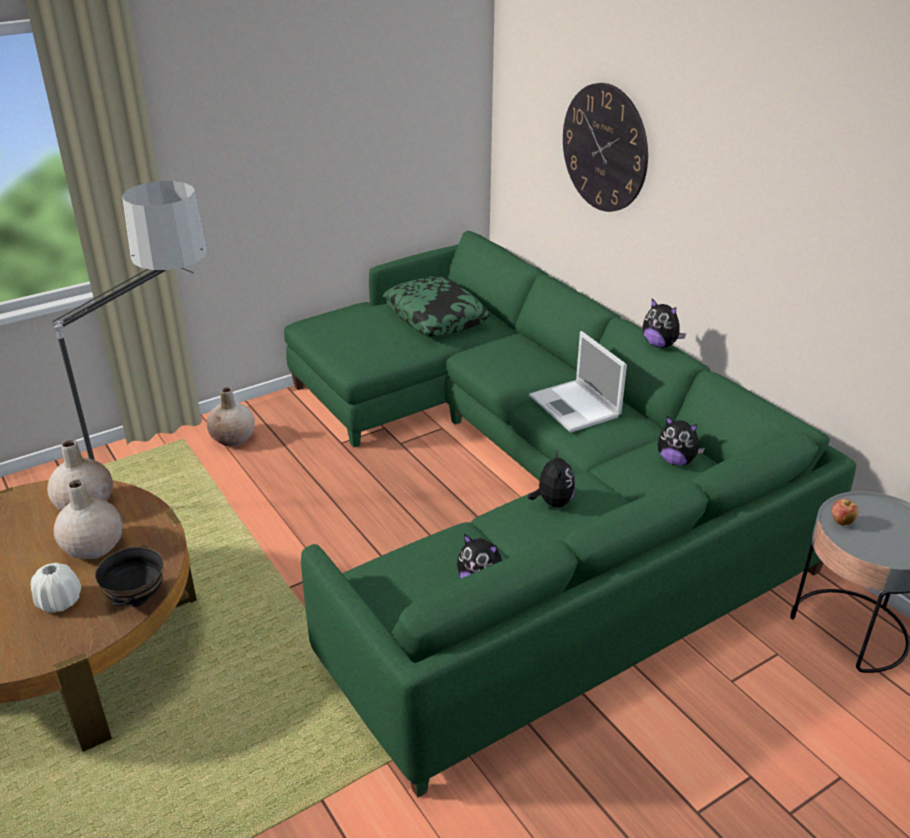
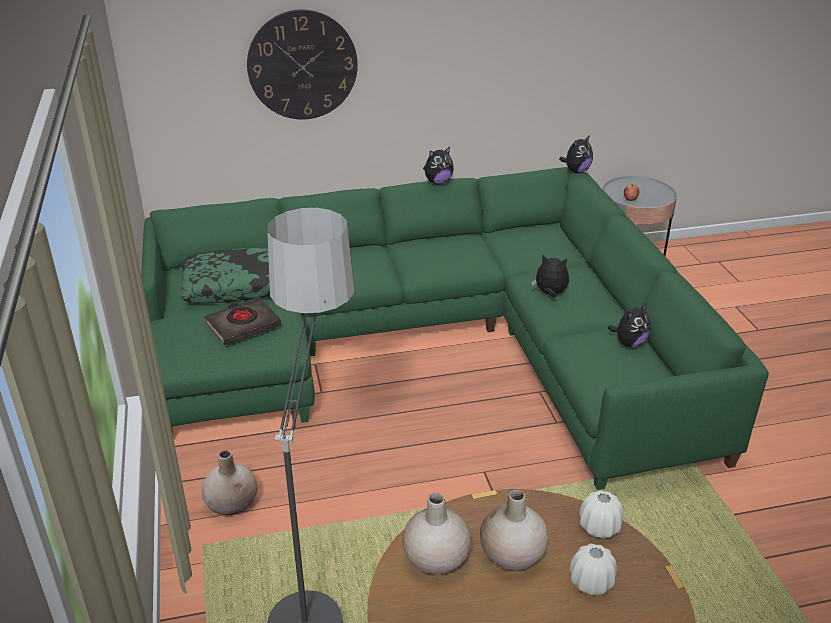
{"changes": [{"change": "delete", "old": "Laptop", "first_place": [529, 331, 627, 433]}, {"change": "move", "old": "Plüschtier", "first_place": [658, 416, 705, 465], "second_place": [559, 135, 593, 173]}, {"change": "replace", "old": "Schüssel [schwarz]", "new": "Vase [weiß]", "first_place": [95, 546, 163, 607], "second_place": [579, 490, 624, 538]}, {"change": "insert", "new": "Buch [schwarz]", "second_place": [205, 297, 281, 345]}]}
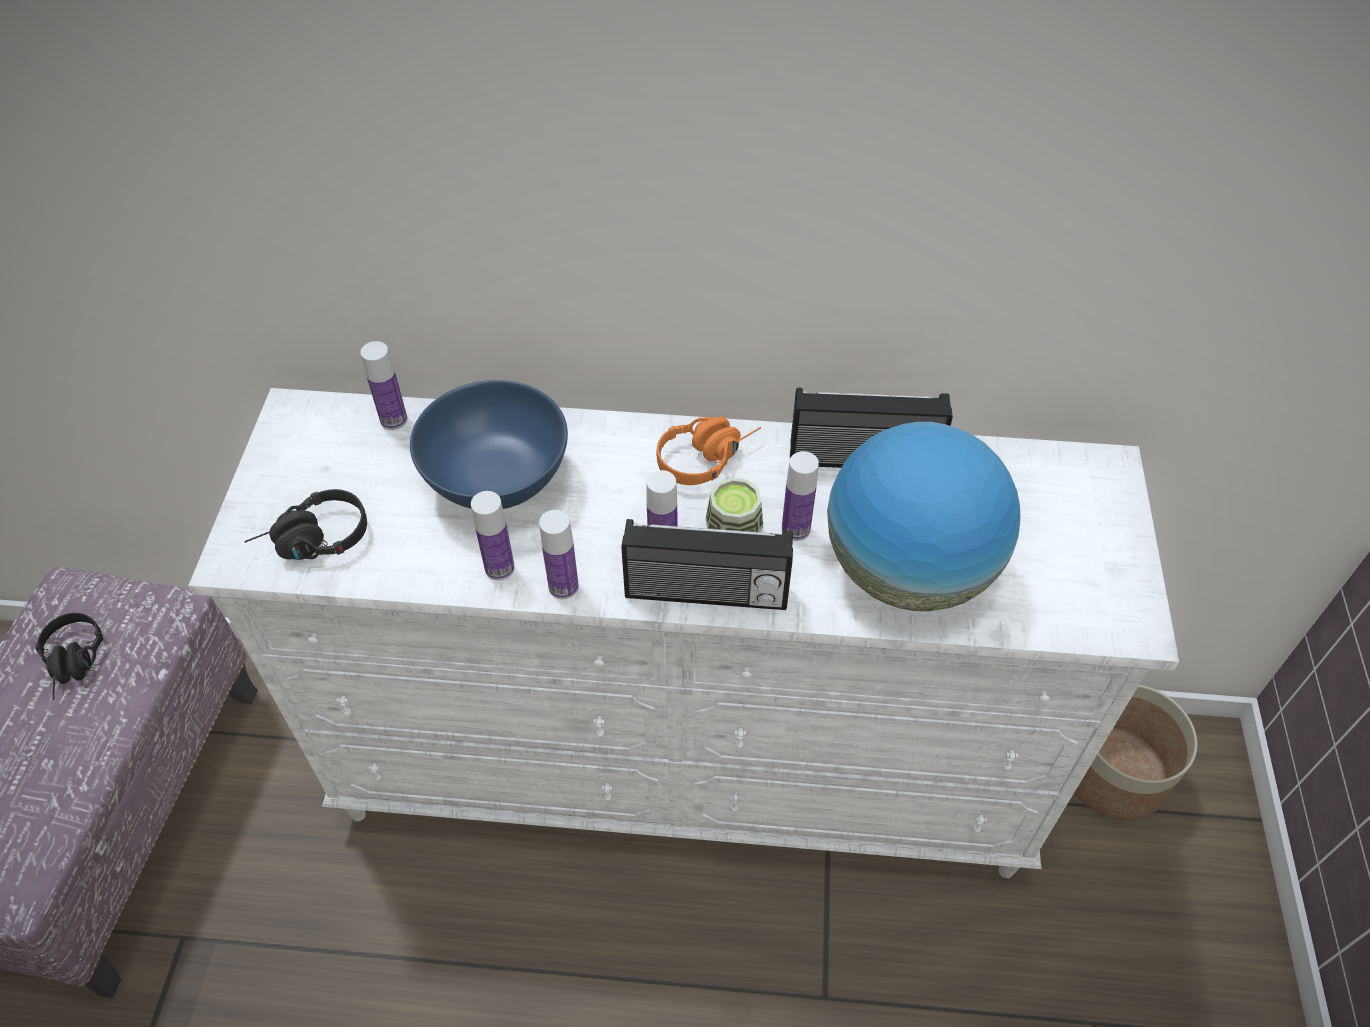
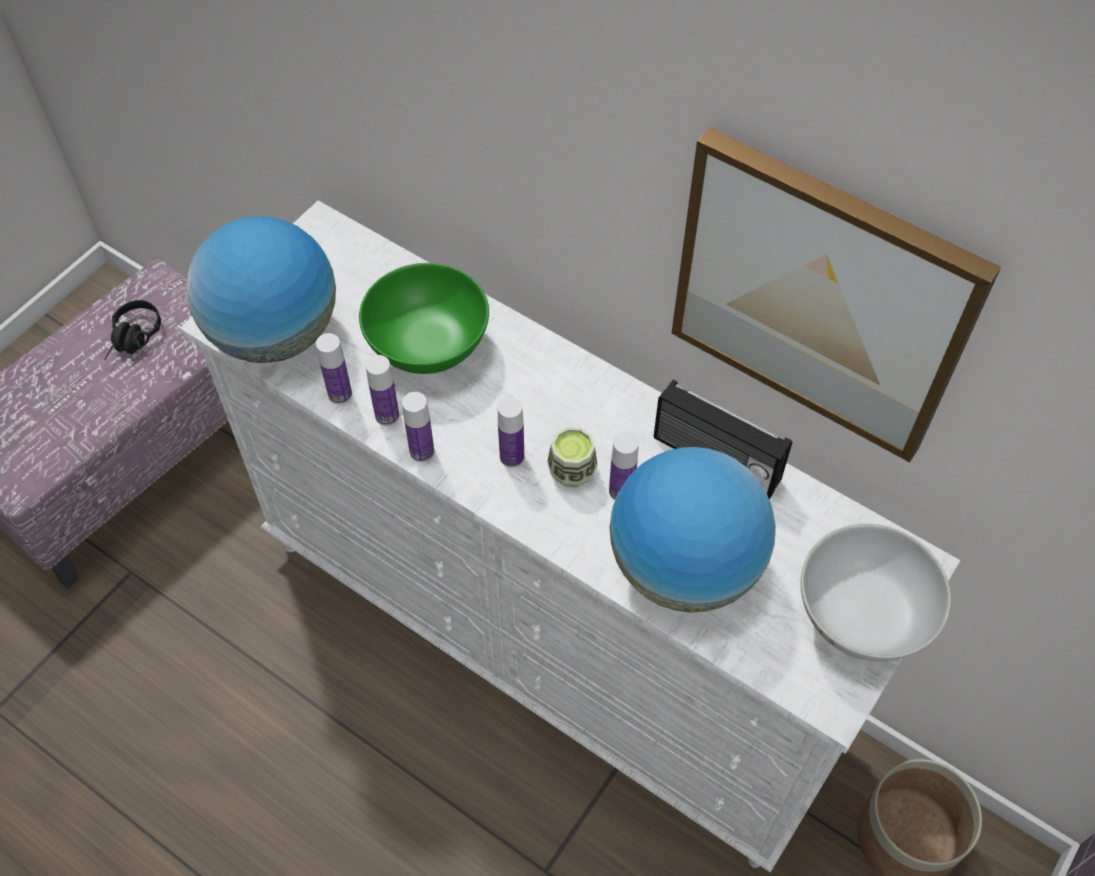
{"changes": [{"change": "move", "old": "Flasche", "first_place": [360, 341, 407, 430], "second_place": [316, 333, 352, 404]}, {"change": "recolor", "old": "Schüssel [blau]", "new": "Schüssel [grün]", "first_place": [410, 380, 568, 509], "second_place": [359, 263, 489, 374]}, {"change": "delete", "old": "Kopfhörer [orange]", "first_place": [656, 416, 761, 485]}, {"change": "replace", "old": "Kopfhörer [schwarz]", "new": "Globus", "first_place": [244, 489, 367, 560], "second_place": [186, 216, 336, 363]}, {"change": "delete", "old": "Radio", "first_place": [622, 519, 793, 610]}, {"change": "insert", "new": "Bild", "second_place": [672, 127, 1001, 462]}, {"change": "insert", "new": "Schüssel [weiß]", "second_place": [801, 524, 951, 662]}]}
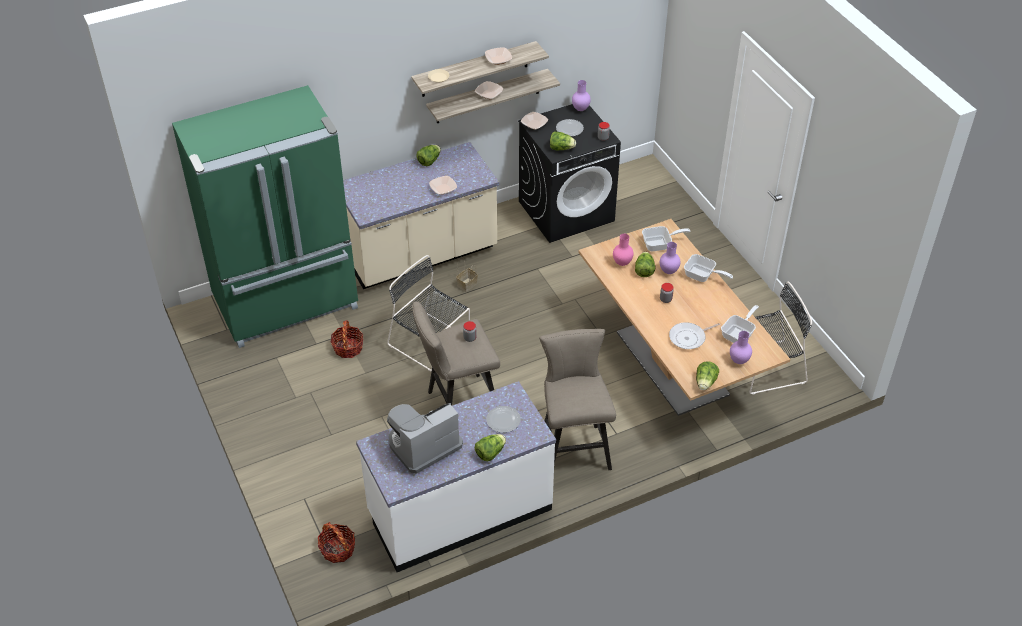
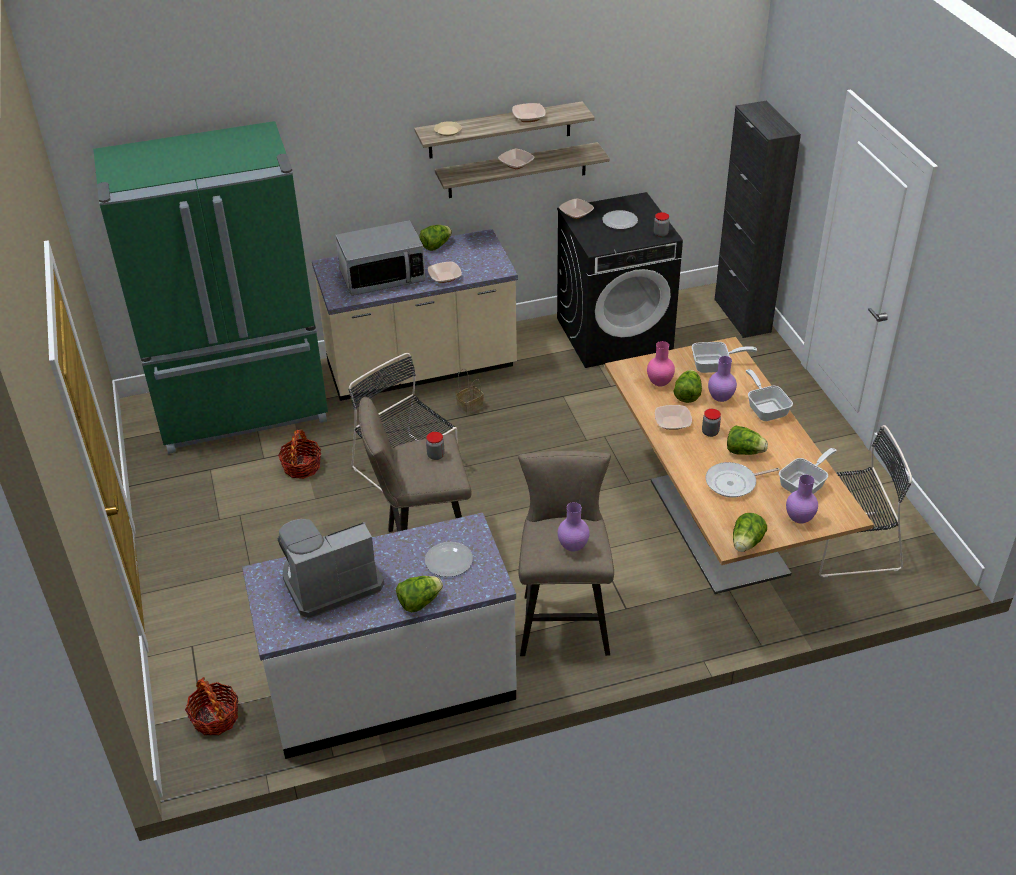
{"changes": [{"change": "move", "old": "Vase [lila]", "first_place": [572, 80, 591, 111], "second_place": [558, 502, 590, 552]}, {"change": "move", "old": "Salatkopf", "first_place": [550, 131, 576, 151], "second_place": [727, 425, 768, 455]}, {"change": "rotate", "old": "Pfanne", "first_place": [684, 254, 733, 282], "second_place": [746, 369, 793, 421], "degrees": -150}, {"change": "insert", "new": "Schrank [schwarz]", "second_place": [715, 101, 801, 338]}, {"change": "insert", "new": "Mikrowelle", "second_place": [335, 221, 426, 296]}, {"change": "insert", "new": "Schüssel", "second_place": [655, 405, 692, 430]}]}
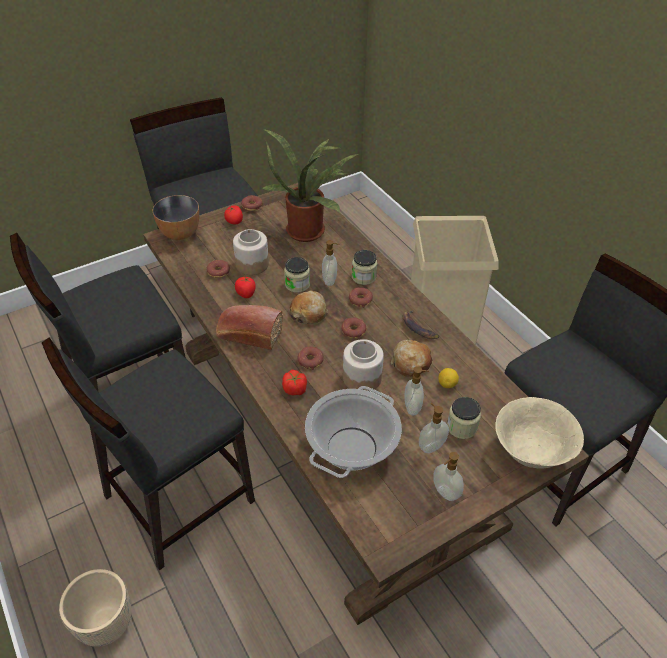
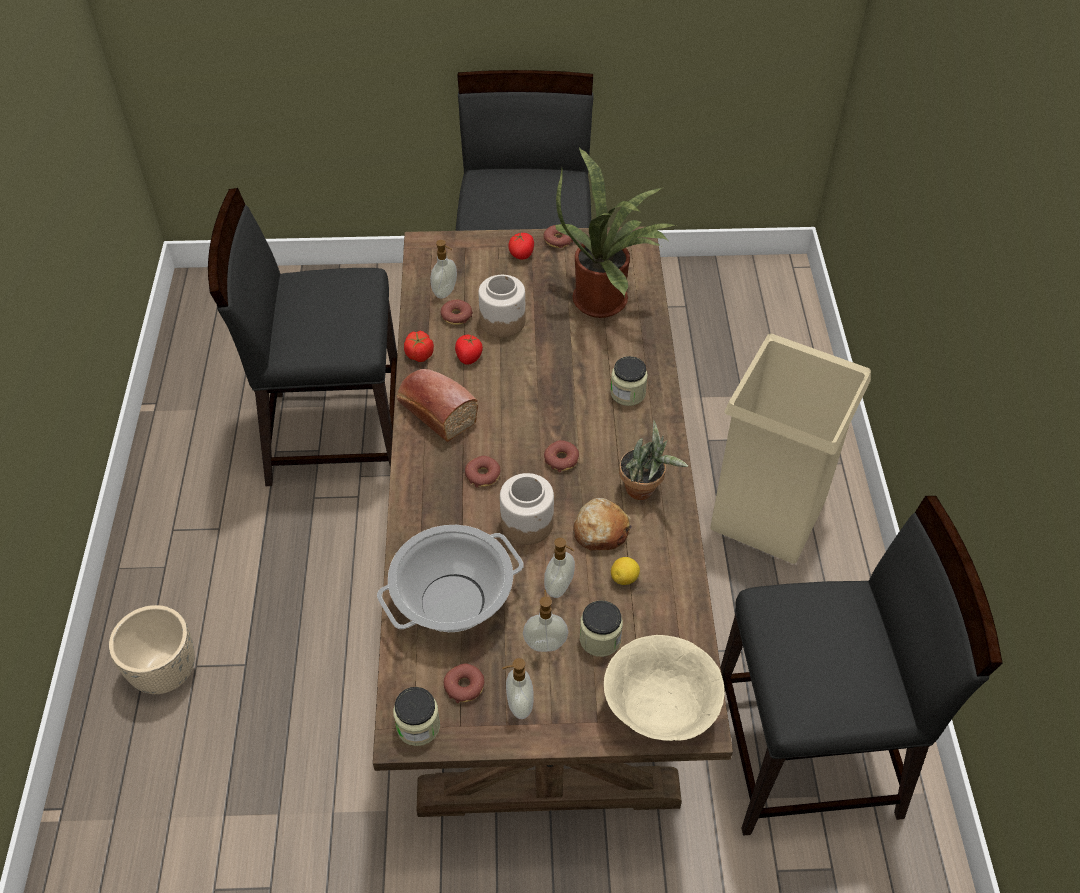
{"changes": [{"change": "delete", "old": "Schüssel", "first_place": [152, 195, 200, 240]}, {"change": "move", "old": "Seifenspender", "first_place": [322, 240, 339, 286], "second_place": [430, 240, 457, 298]}, {"change": "move", "old": "Vorratsglas", "first_place": [284, 257, 310, 293], "second_place": [393, 687, 440, 746]}, {"change": "move", "old": "Donut", "first_place": [349, 287, 373, 308], "second_place": [444, 663, 484, 703]}, {"change": "delete", "old": "Brot", "first_place": [290, 290, 328, 324]}, {"change": "replace", "old": "Banane", "new": "Topfpflanze", "first_place": [403, 310, 440, 339], "second_place": [619, 420, 688, 500]}, {"change": "delete", "old": "Stuhl [schwarz]", "first_place": [42, 337, 255, 570]}, {"change": "move", "old": "Tomate", "first_place": [282, 370, 307, 395], "second_place": [404, 331, 434, 362]}]}
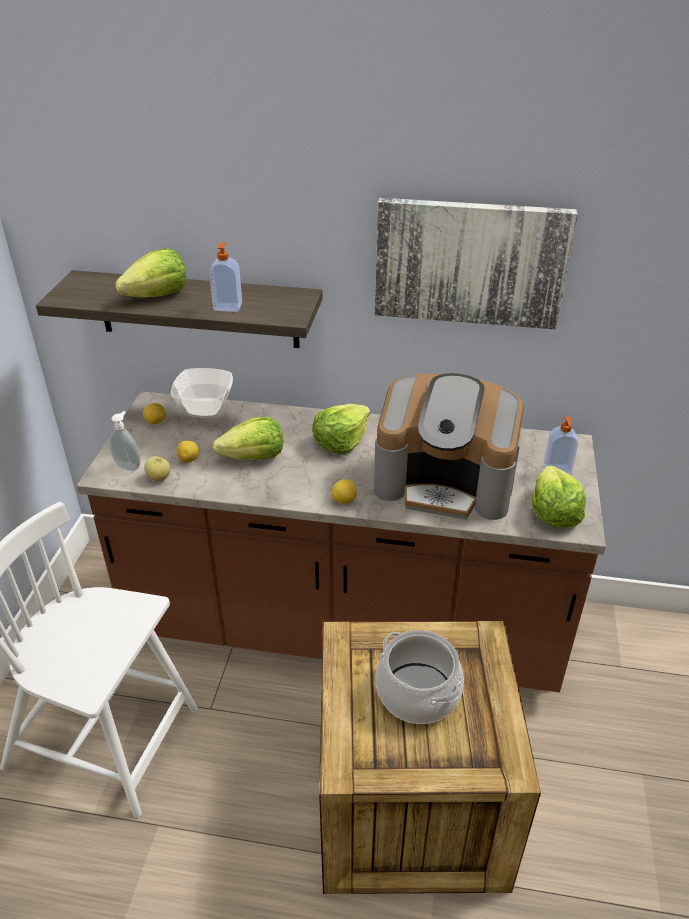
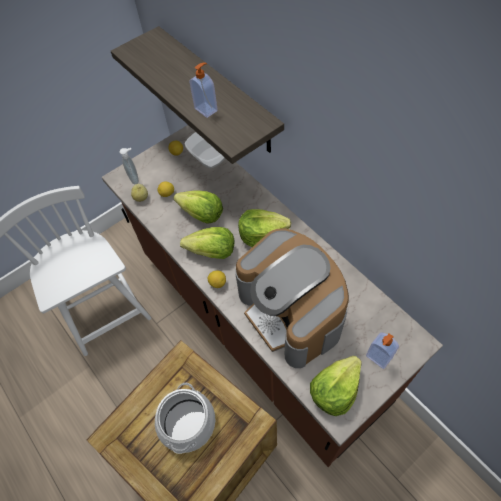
{"changes": [{"change": "delete", "old": "Bild", "first_place": [375, 198, 578, 329]}, {"change": "move", "old": "Salatkopf", "first_place": [115, 248, 186, 298], "second_place": [180, 227, 235, 259]}]}
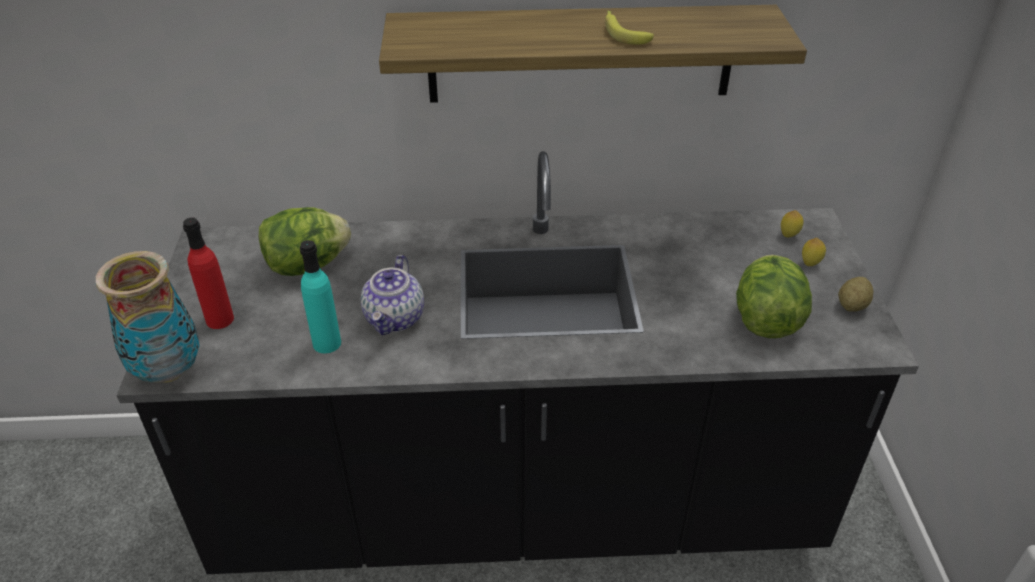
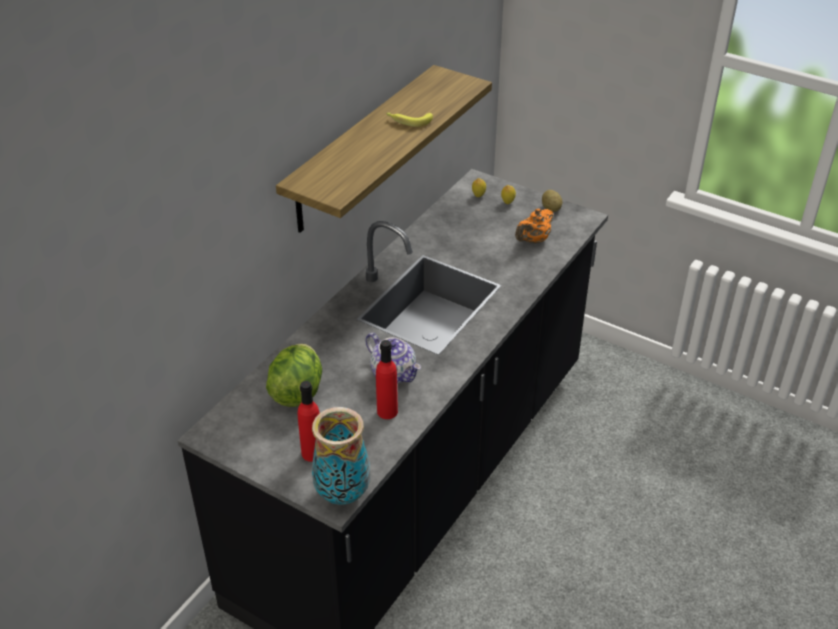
{"changes": [{"change": "recolor", "old": "Flasche [türkis]", "new": "Flasche [rot]", "first_place": [300, 240, 341, 353], "second_place": [376, 340, 398, 419]}, {"change": "replace", "old": "Salatkopf", "new": "Teekanne [orange]", "first_place": [736, 255, 812, 338], "second_place": [515, 209, 554, 244]}]}
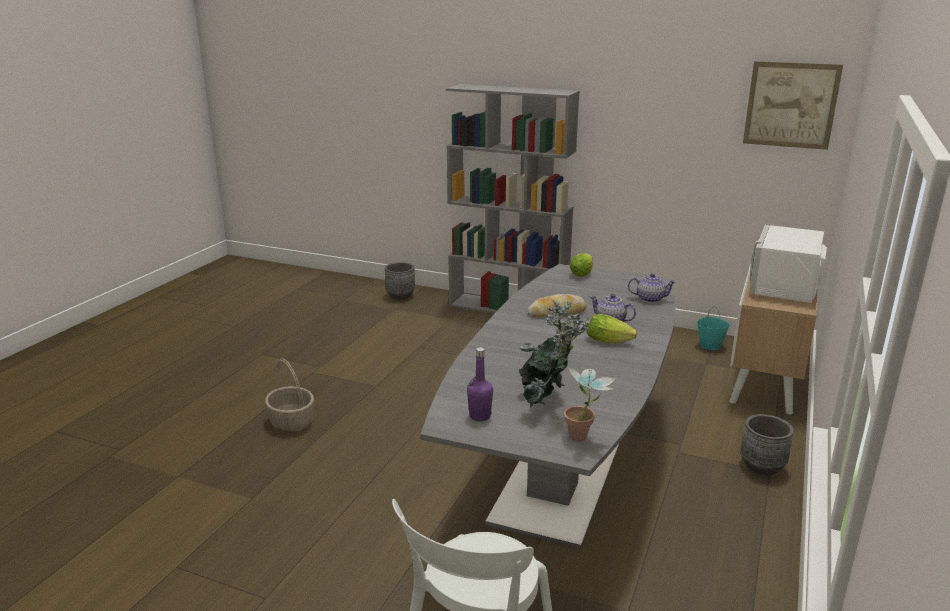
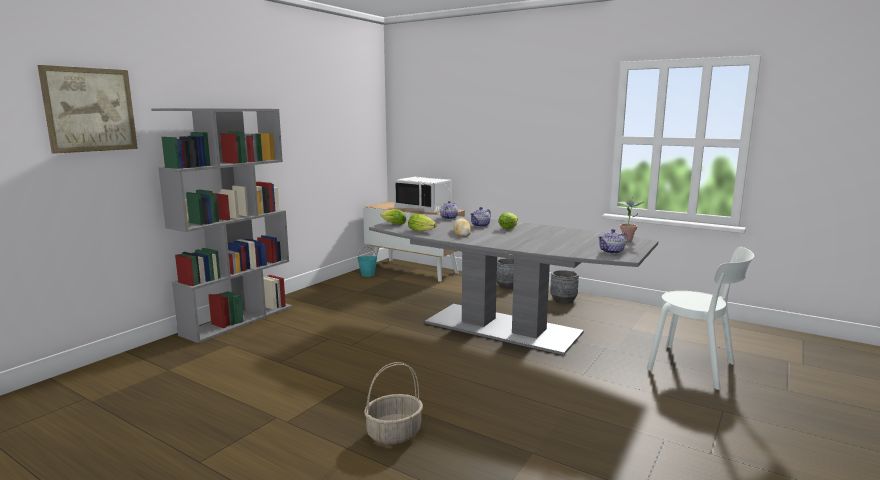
{"changes": [{"change": "move", "old": "Bild", "first_place": [743, 61, 843, 150], "second_place": [38, 65, 138, 154]}, {"change": "move", "old": "Pflanzkübel [grau]", "first_place": [384, 262, 415, 300], "second_place": [550, 270, 579, 303]}, {"change": "delete", "old": "Topfpflanze", "first_place": [519, 300, 592, 408]}, {"change": "replace", "old": "Flasche [lila]", "new": "Teekanne", "first_place": [467, 348, 493, 421], "second_place": [598, 229, 628, 254]}, {"change": "insert", "new": "Salatkopf", "second_place": [408, 214, 437, 231]}]}
